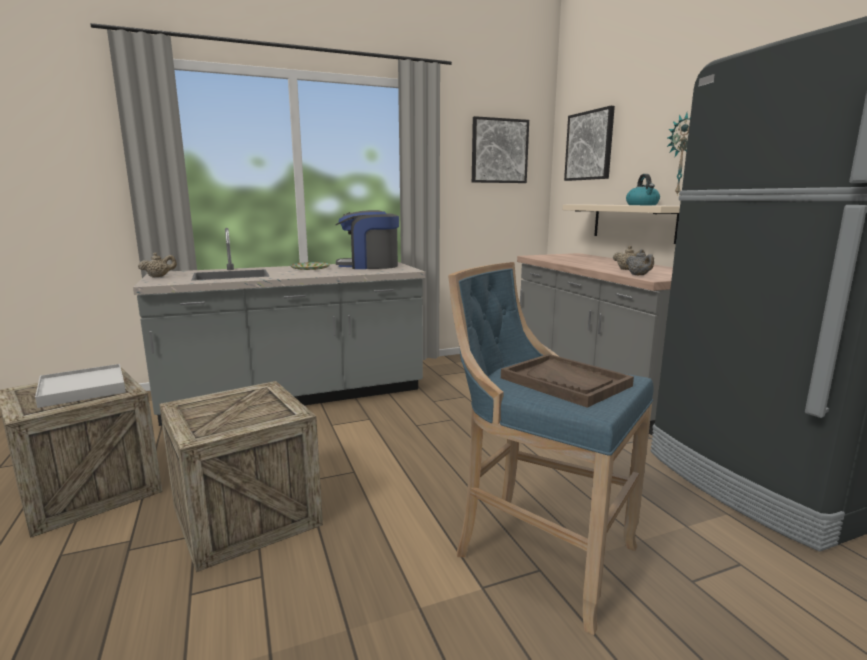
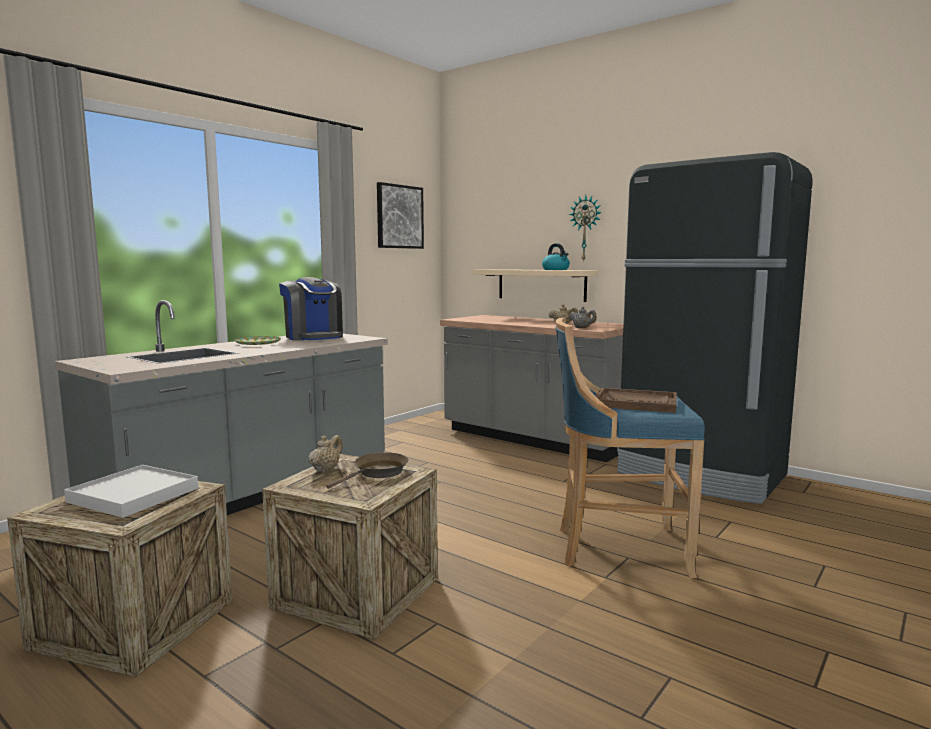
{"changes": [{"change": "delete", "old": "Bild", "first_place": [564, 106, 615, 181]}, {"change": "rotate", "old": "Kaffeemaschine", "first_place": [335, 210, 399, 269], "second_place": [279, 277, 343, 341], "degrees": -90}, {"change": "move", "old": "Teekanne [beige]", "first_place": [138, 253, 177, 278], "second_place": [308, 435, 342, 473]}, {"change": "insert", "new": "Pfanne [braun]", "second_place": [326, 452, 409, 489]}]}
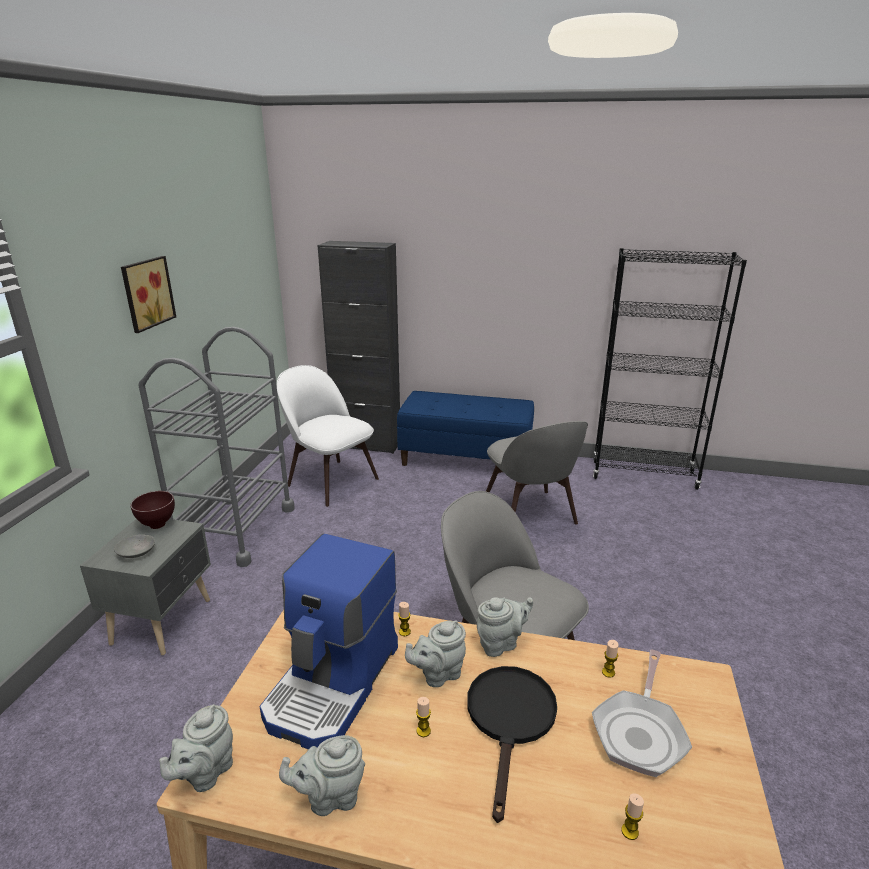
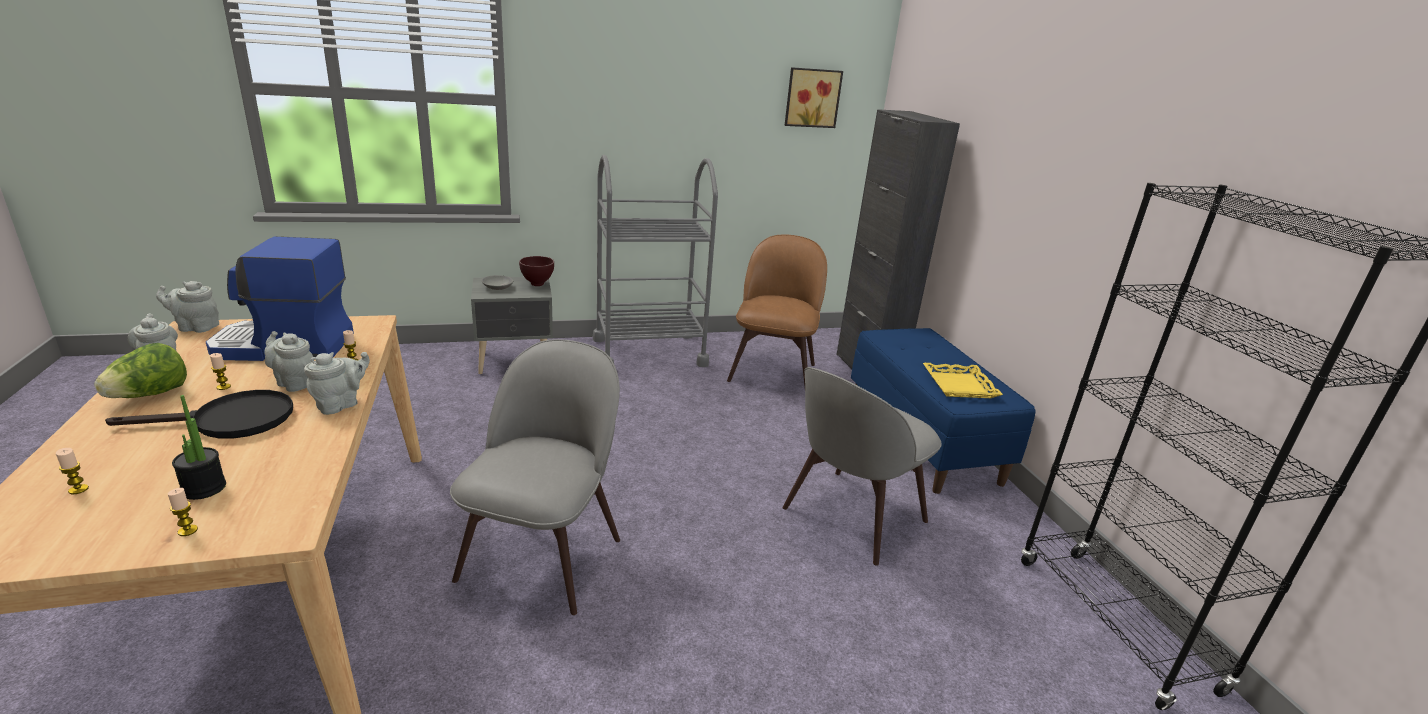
{"changes": [{"change": "move", "old": "Bild", "first_place": [121, 256, 176, 333], "second_place": [785, 67, 843, 128]}, {"change": "recolor", "old": "Stuhl [weiß]", "new": "Stuhl [braun]", "first_place": [277, 365, 379, 507], "second_place": [727, 234, 827, 385]}, {"change": "rotate", "old": "Teekanne [grau]", "first_place": [477, 597, 533, 657], "second_place": [304, 352, 370, 415], "degrees": -90}, {"change": "move", "old": "Kerze", "first_place": [602, 640, 619, 678], "second_place": [168, 488, 198, 536]}, {"change": "replace", "old": "Pfanne", "new": "Topfpflanze", "first_place": [592, 650, 692, 777], "second_place": [172, 395, 226, 500]}, {"change": "insert", "new": "Salatkopf", "second_place": [94, 343, 187, 398]}, {"change": "insert", "new": "Tablett [gelb]", "second_place": [923, 363, 1003, 398]}]}
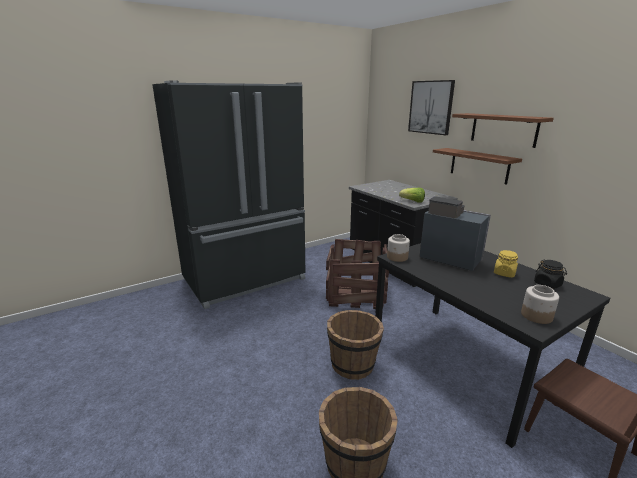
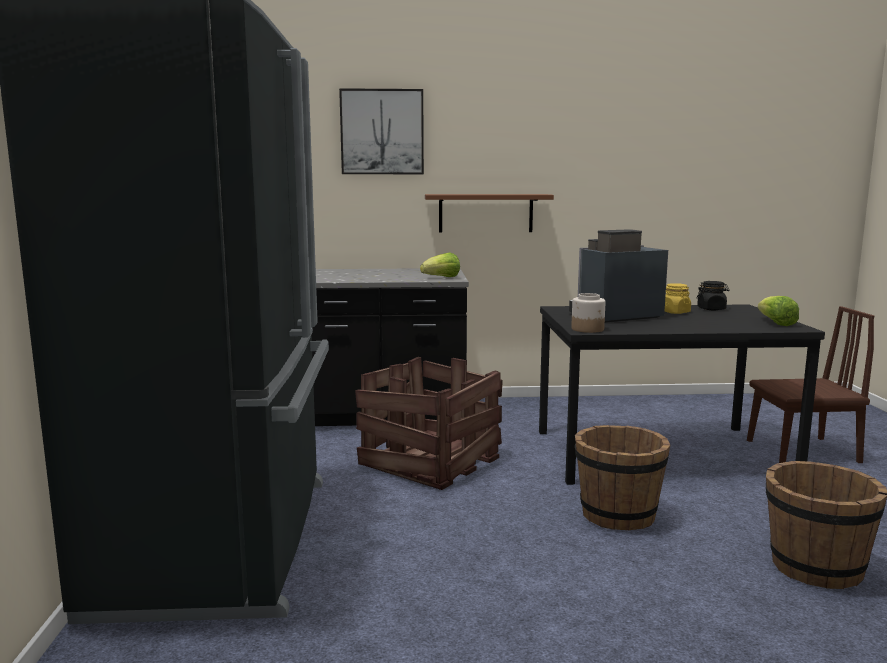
{"changes": [{"change": "delete", "old": "Wandregal [braun]", "first_place": [452, 113, 554, 148]}, {"change": "replace", "old": "Vorratsglas", "new": "Salatkopf", "first_place": [521, 285, 559, 324], "second_place": [758, 296, 799, 326]}]}
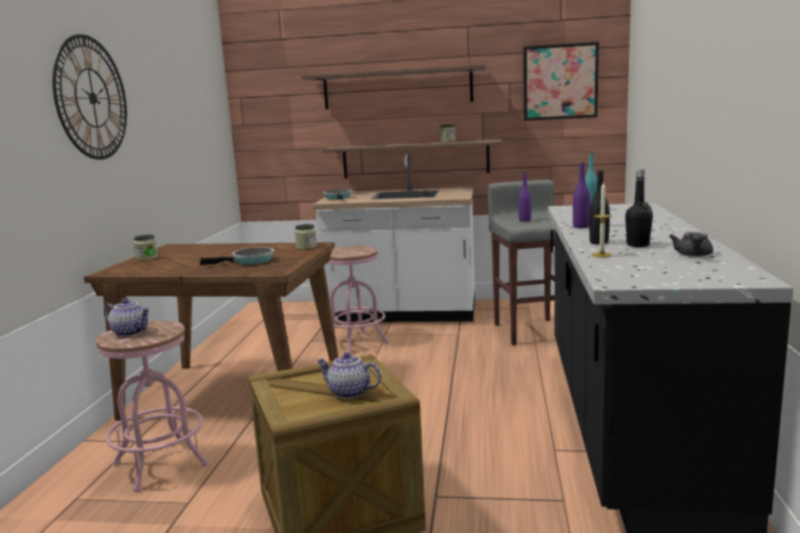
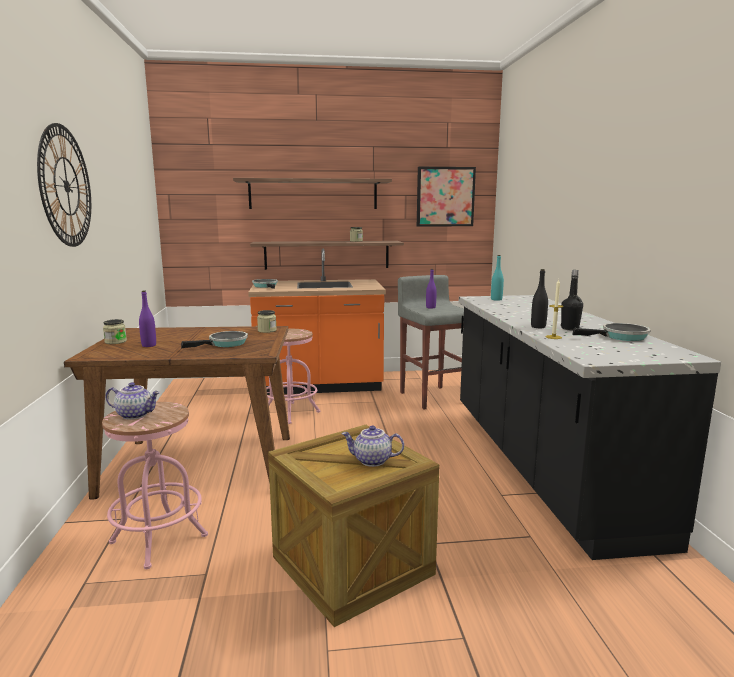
{"changes": [{"change": "recolor", "old": "Küchenzeile [weiß]", "new": "Küchenzeile [orange]", "first_place": [313, 152, 475, 322], "second_place": [248, 249, 386, 395]}, {"change": "move", "old": "Flasche [lila]", "first_place": [573, 162, 590, 228], "second_place": [139, 290, 156, 347]}, {"change": "replace", "old": "Teekanne [grau]", "new": "Pfanne", "first_place": [669, 232, 713, 257], "second_place": [572, 323, 651, 341]}]}
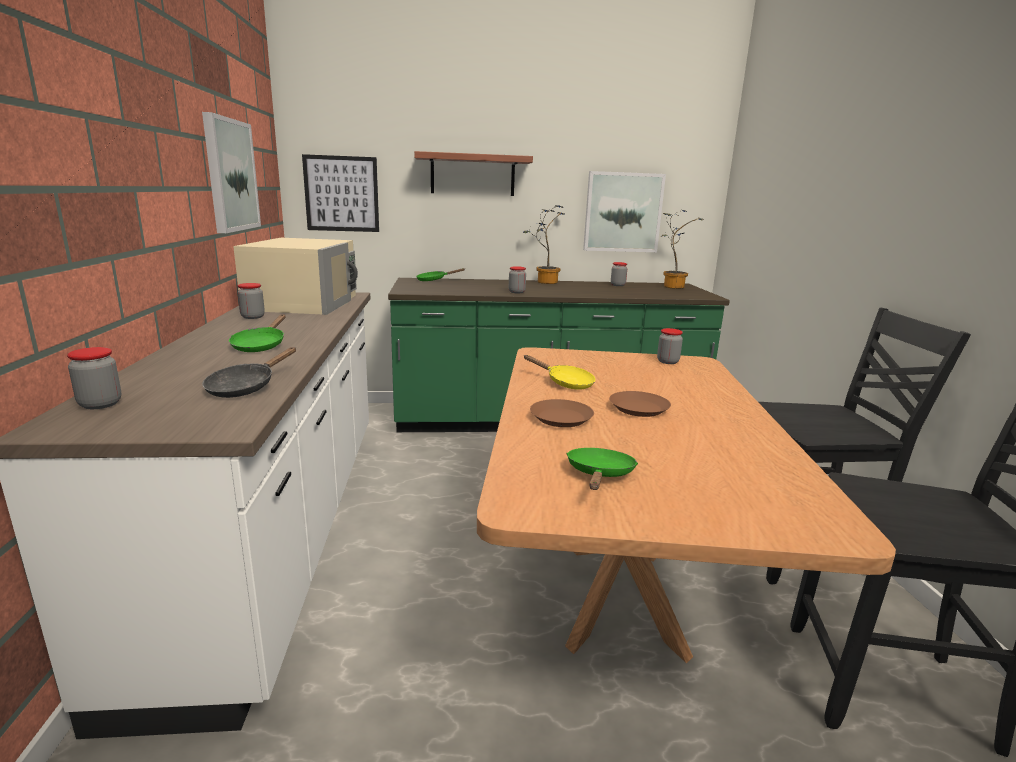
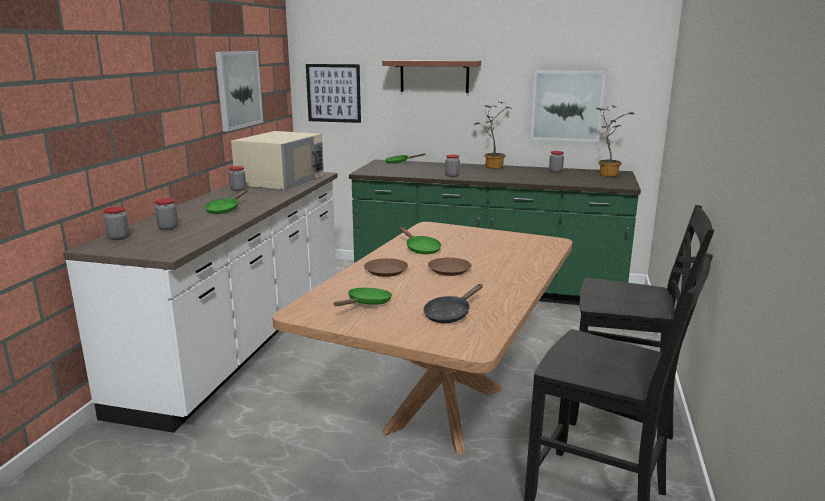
{"changes": [{"change": "move", "old": "Vorratsglas", "first_place": [657, 328, 683, 364], "second_place": [155, 198, 178, 230]}, {"change": "move", "old": "Pfanne [schwarz]", "first_place": [202, 347, 296, 398], "second_place": [423, 284, 483, 323]}, {"change": "recolor", "old": "Pfanne [gelb]", "new": "Pfanne [grün]", "first_place": [524, 355, 596, 390], "second_place": [399, 227, 441, 254]}]}
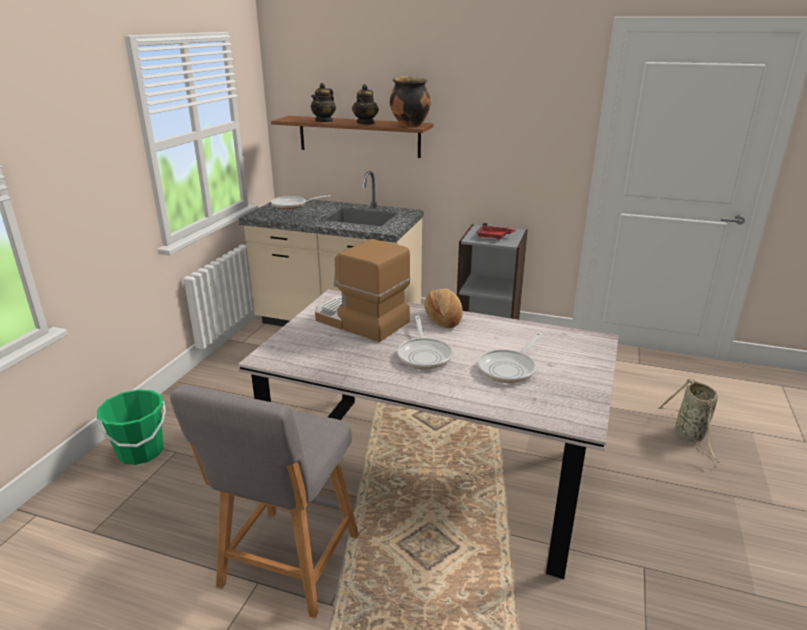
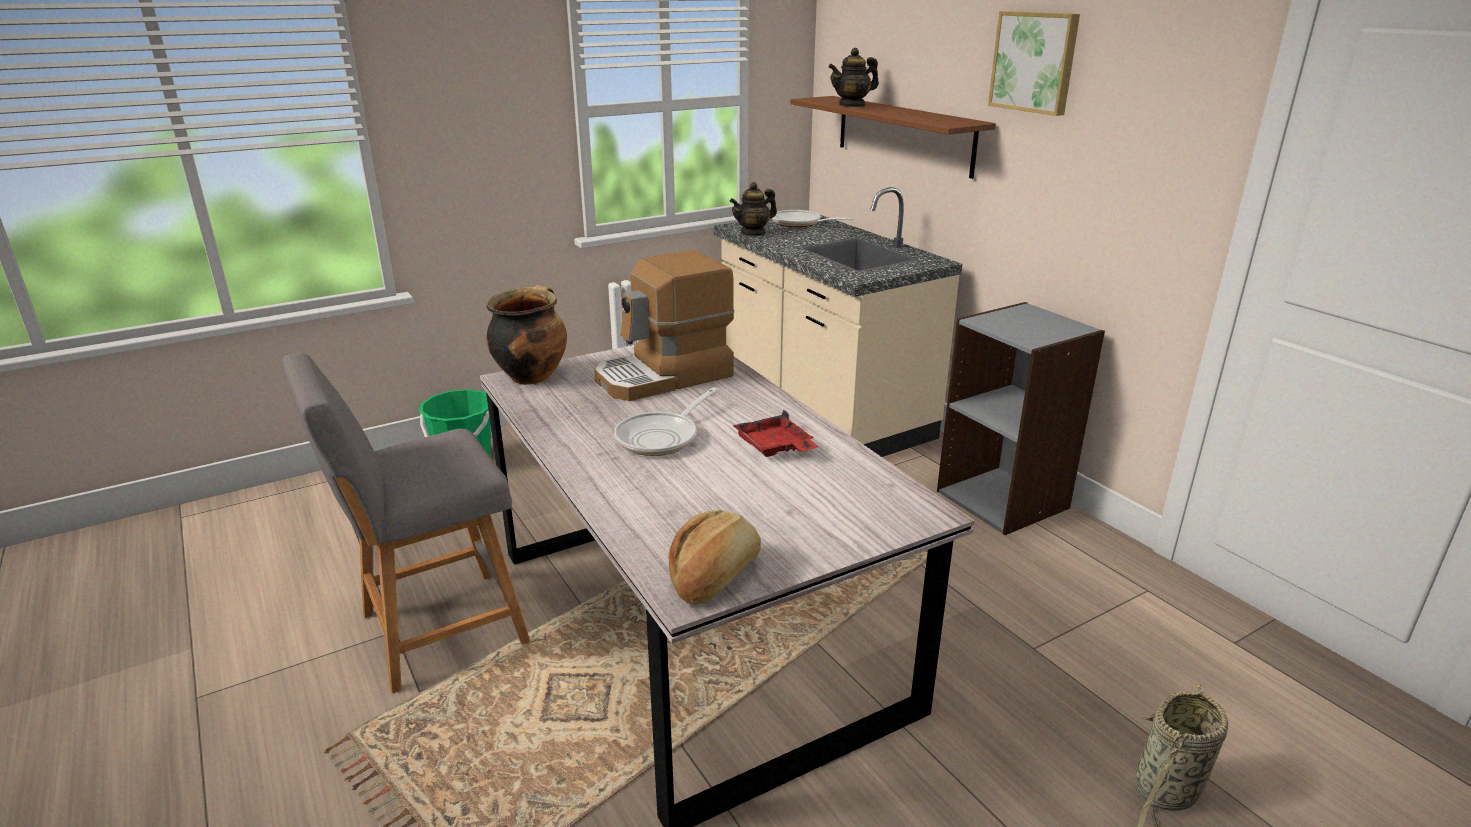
{"changes": [{"change": "move", "old": "Kochtopf", "first_place": [390, 76, 431, 127], "second_place": [486, 285, 567, 385]}, {"change": "move", "old": "Teekanne", "first_place": [352, 84, 379, 124], "second_place": [730, 182, 777, 236]}, {"change": "move", "old": "Tablett [rot]", "first_place": [475, 223, 516, 239], "second_place": [732, 410, 818, 457]}, {"change": "rotate", "old": "Kaffeemaschine", "first_place": [315, 239, 410, 342], "second_place": [594, 250, 735, 401], "degrees": -105}, {"change": "move", "old": "Brot", "first_place": [424, 289, 463, 328], "second_place": [669, 510, 761, 604]}, {"change": "delete", "old": "Pfanne", "first_place": [478, 332, 542, 383]}, {"change": "insert", "new": "Bild", "second_place": [988, 11, 1080, 116]}]}
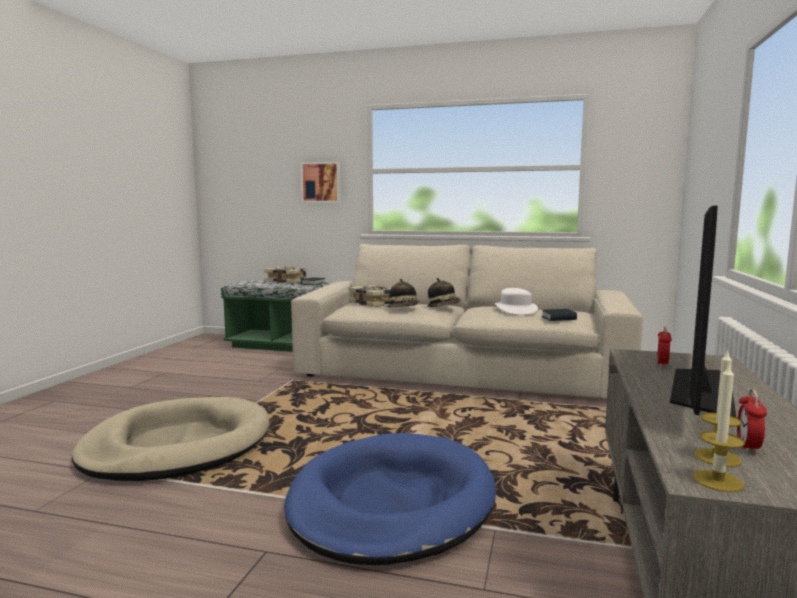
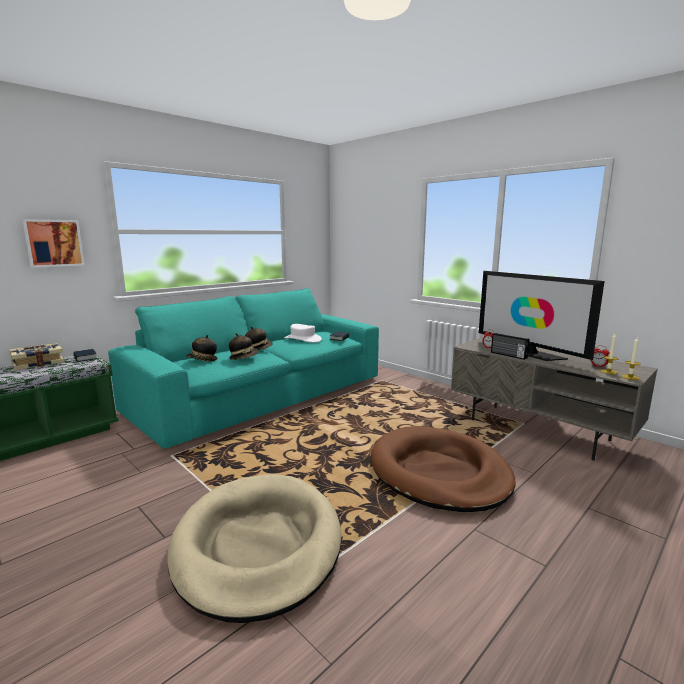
{"changes": [{"change": "recolor", "old": "Sofa [beige]", "new": "Sofa [türkis]", "first_place": [291, 244, 643, 398], "second_place": [108, 288, 379, 448]}, {"change": "replace", "old": "Buch", "new": "Hut", "first_place": [349, 285, 391, 307], "second_place": [186, 335, 217, 361]}, {"change": "recolor", "old": "Hundebett [blau]", "new": "Hundebett [braun]", "first_place": [284, 433, 496, 565], "second_place": [371, 426, 516, 512]}, {"change": "insert", "new": "Radio", "second_place": [491, 333, 530, 360]}]}
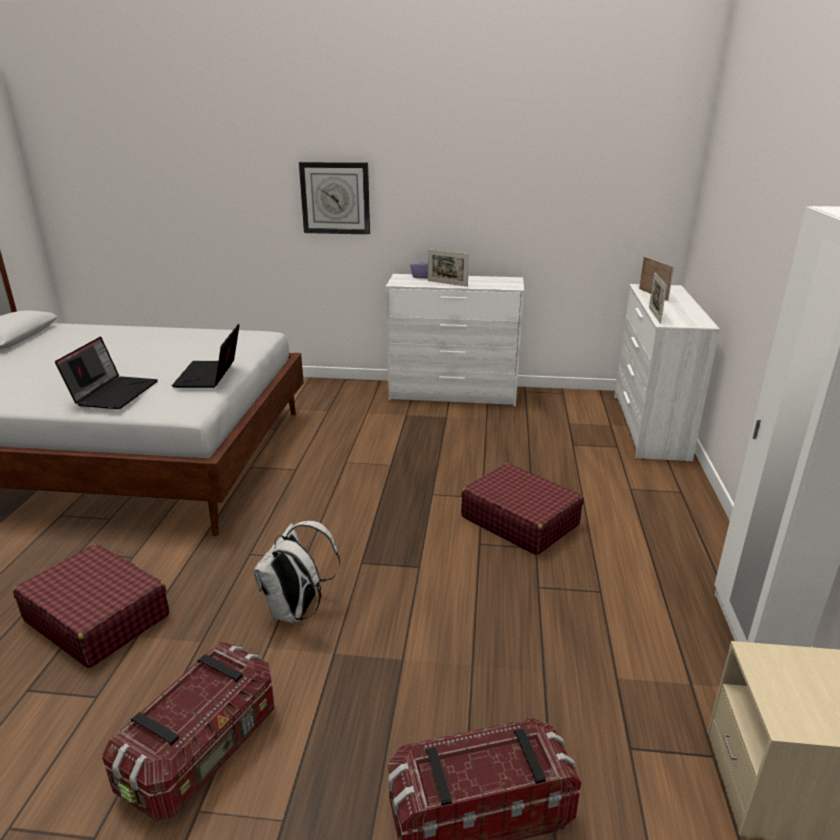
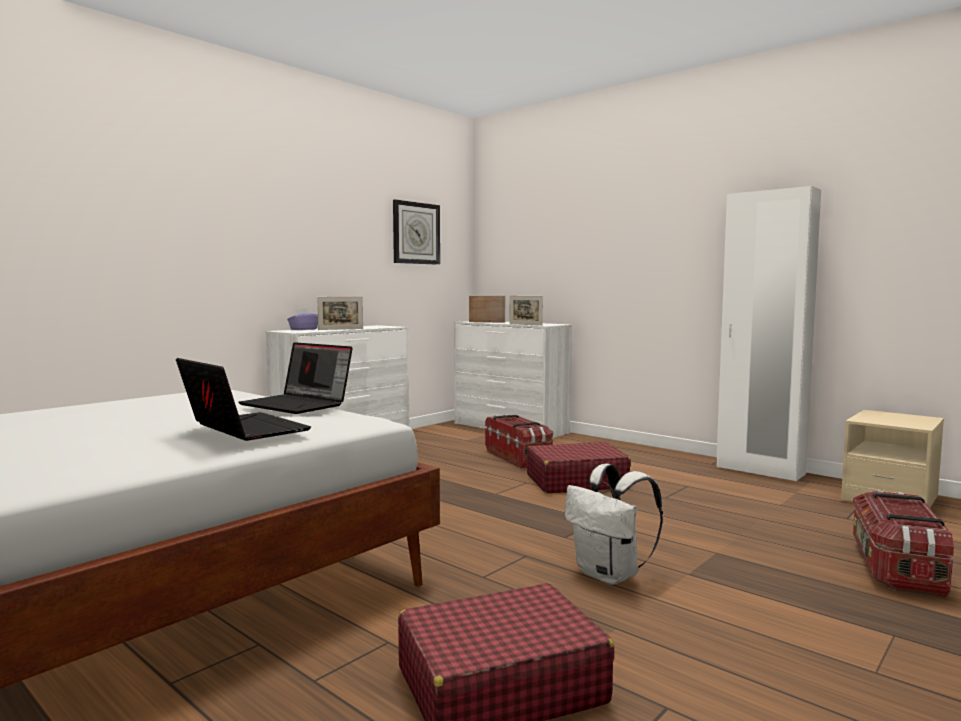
{"changes": [{"change": "move", "old": "Wanduhr", "first_place": [299, 162, 370, 235], "second_place": [393, 199, 440, 265]}, {"change": "move", "old": "Aufbewahrungsbox", "first_place": [102, 642, 275, 821], "second_place": [485, 414, 553, 468]}]}
